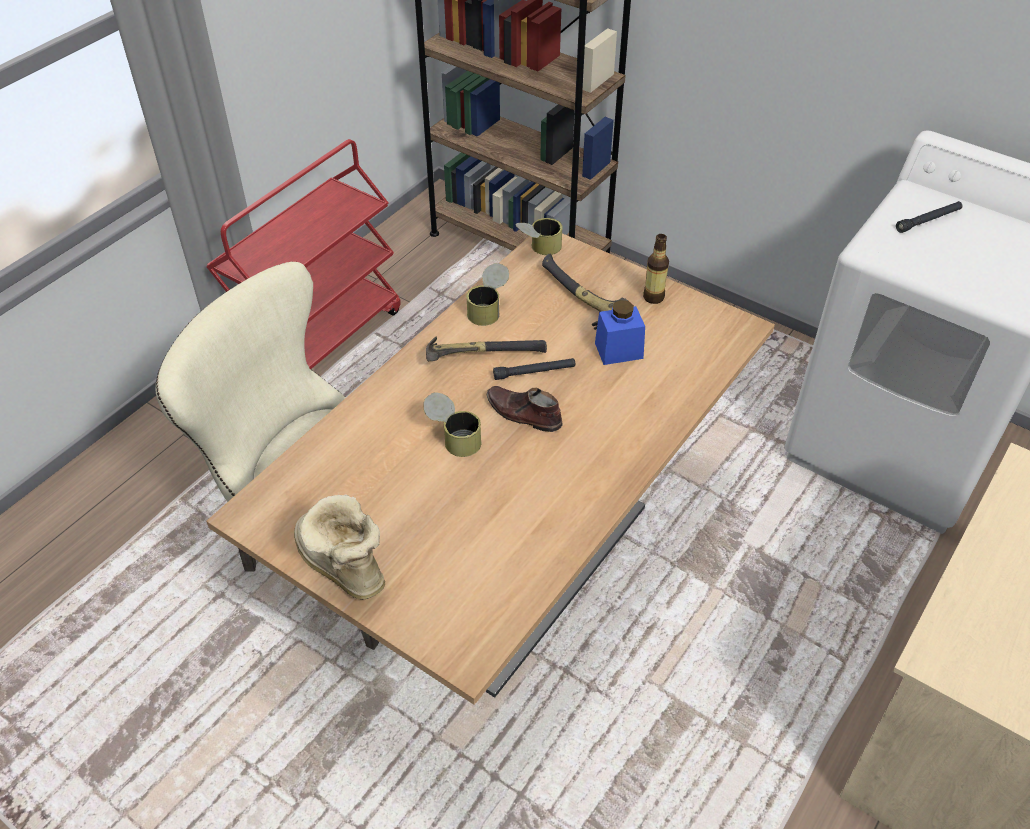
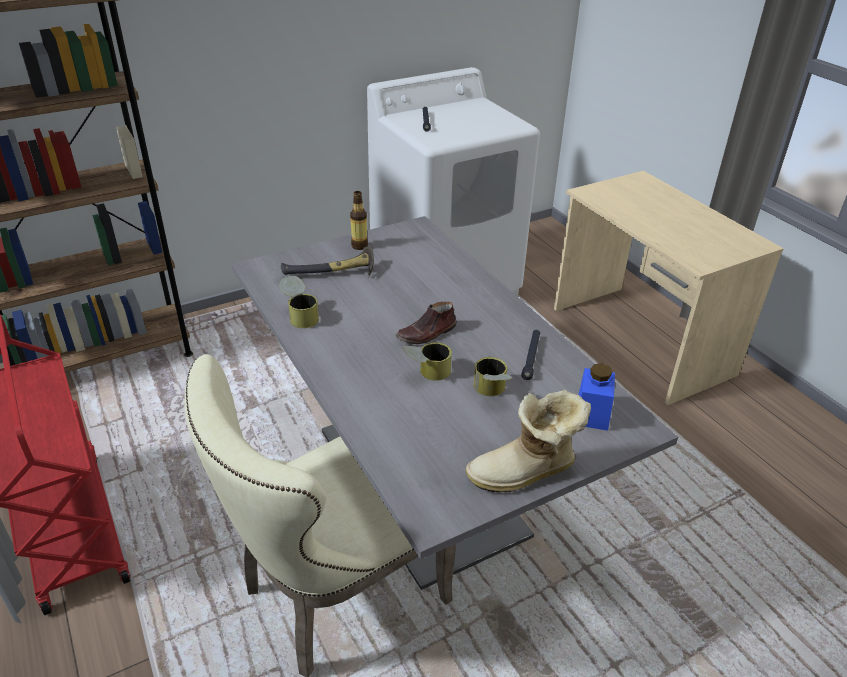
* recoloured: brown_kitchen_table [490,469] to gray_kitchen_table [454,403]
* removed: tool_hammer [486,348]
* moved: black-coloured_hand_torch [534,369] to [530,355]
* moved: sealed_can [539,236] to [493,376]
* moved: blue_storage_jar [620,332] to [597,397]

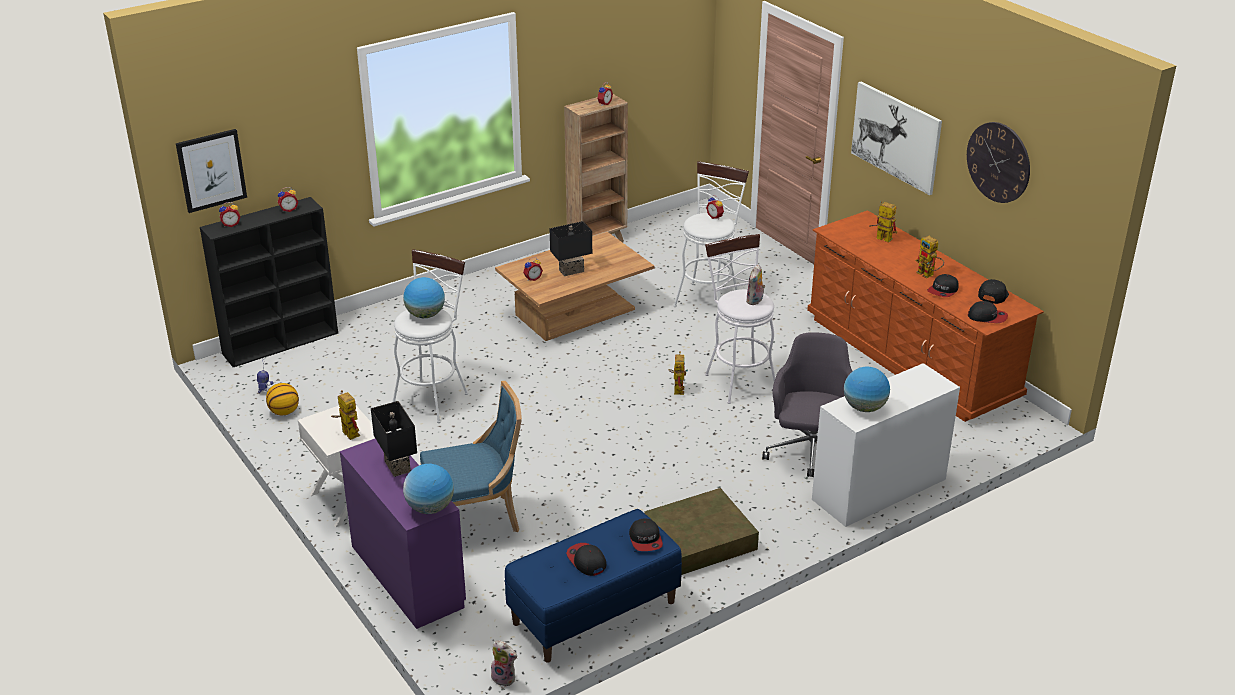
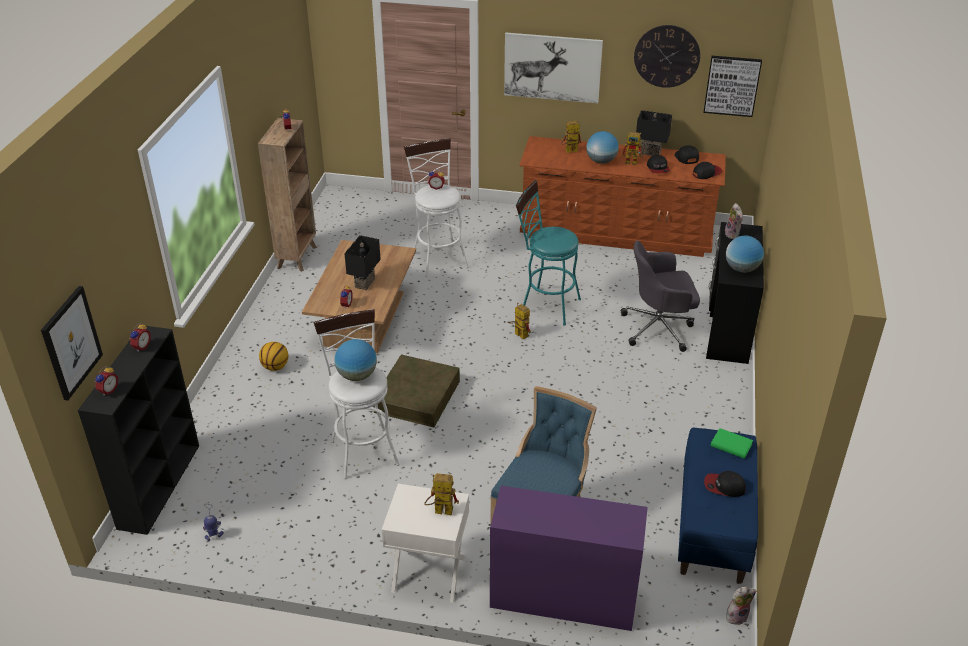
* moved: basketball [282,399] to [273,356]
* moved: black-coloured_tabletop_lamp [394,439] to [654,133]
* moved: desk_globe [428,489] to [602,147]
* replaced: cap [646,535] to green_book [732,443]
* moved: brown_storage_container [701,531] to [416,391]
* recoloured: white-coloured_stool [740,319] to turquoise_stool [548,252]
* moved: soft_toy [755,284] to [734,221]
* turned: gray_desk_chair [807,404] = [660,296] 60 degrees counterclockwise
* recoloured: white-coloured_desk_table [886,445] to black-coloured_desk_table [735,293]
* added: picture [733,86]

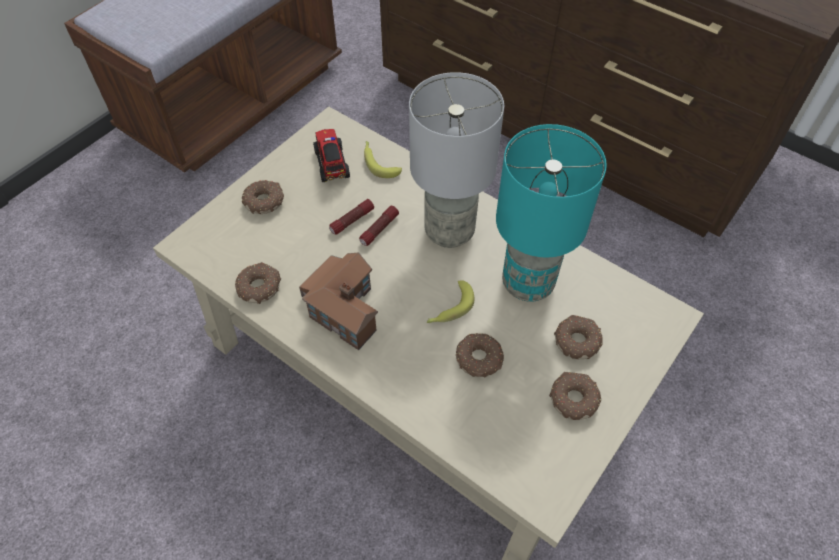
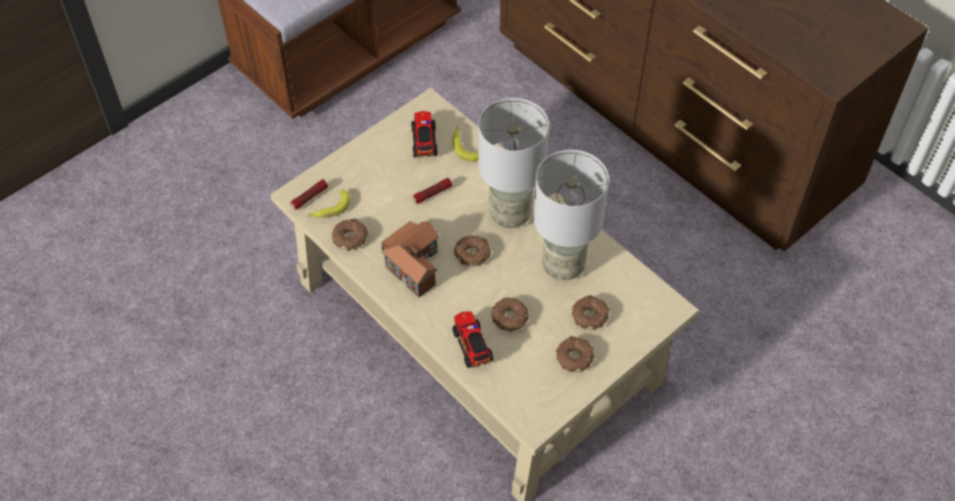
* moved: doughnut [263,197] to [472,250]
* moved: hand_torch [379,226] to [309,194]
* moved: banana [450,301] to [328,203]
* recoloured: turquoise_tabletop_lamp [551,212] to gray_tabletop_lamp [571,215]
* added: toy_truck [472,339]

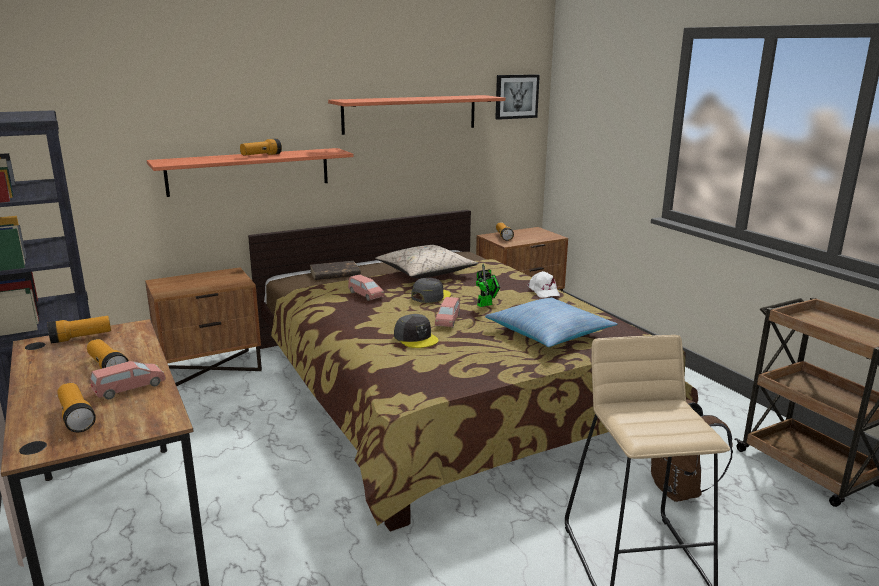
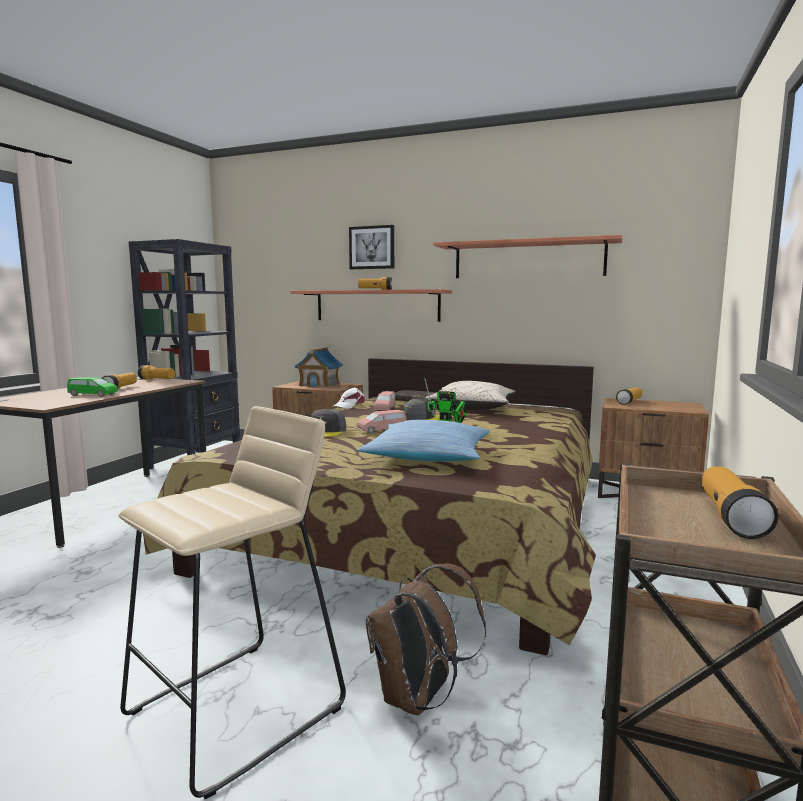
* moved: hand_torch [76,407] to [740,503]
* recoloured: pinkish_toy_car [128,380] to green_toy_car [92,387]
* moved: picture [517,97] to [371,247]
* moved: white-coloured_cap [544,284] to [349,398]
* added: model_house [318,367]

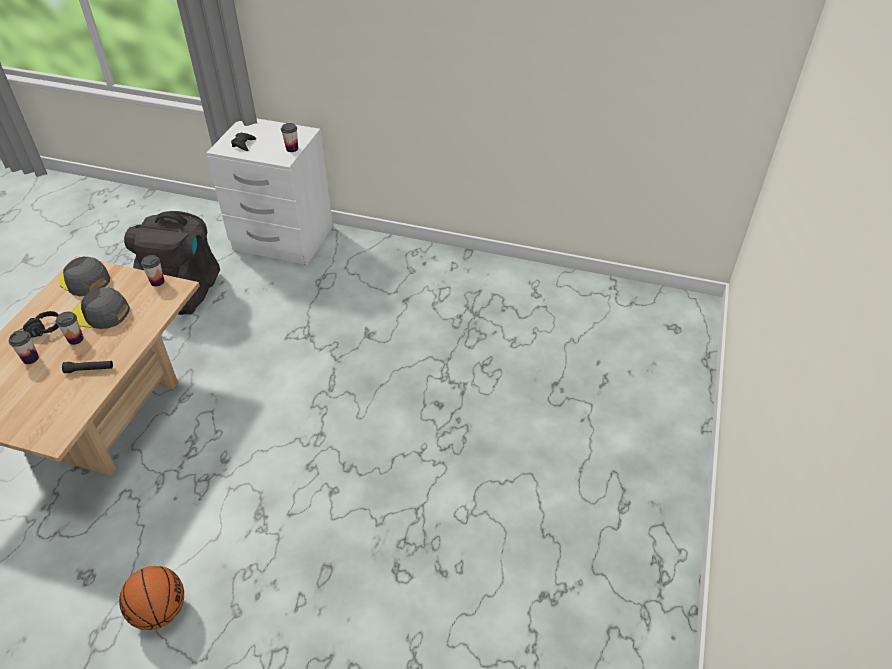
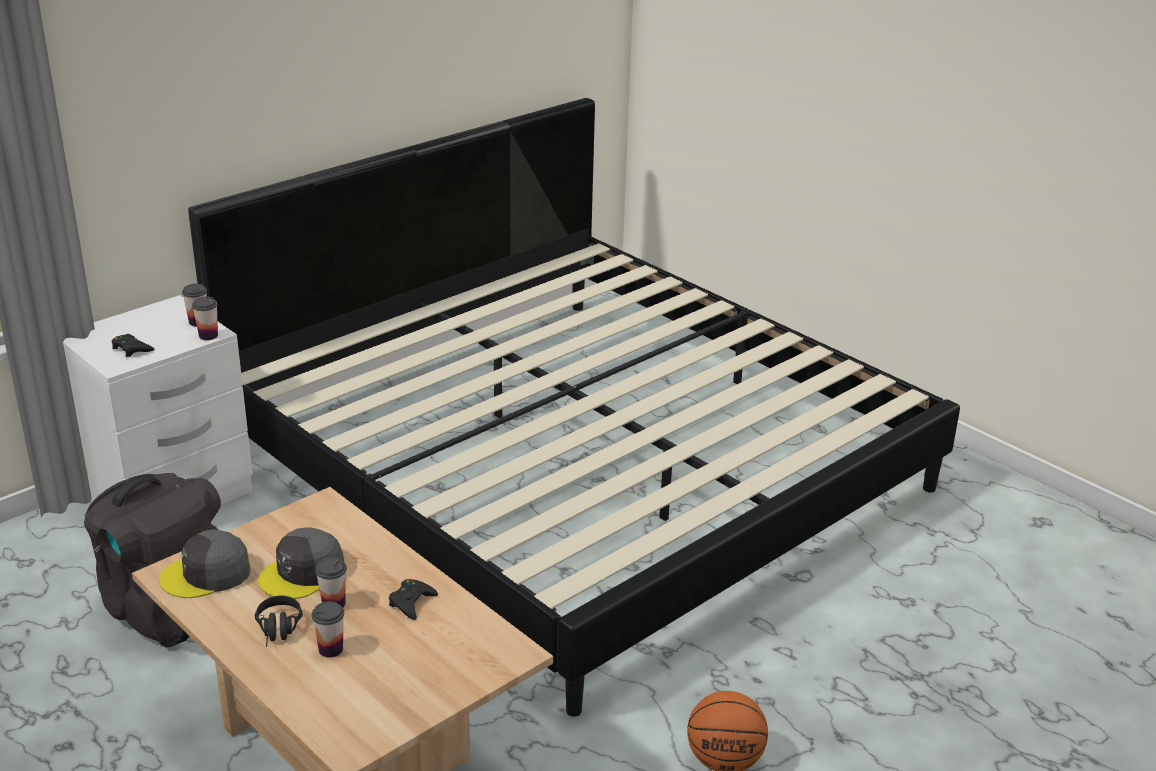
* replaced: black-coloured_hand_torch [87,367] to black-coloured_gamepad [413,599]
* moved: drinking_cup [152,271] to [205,318]
* added: bedroom_bed [574,407]

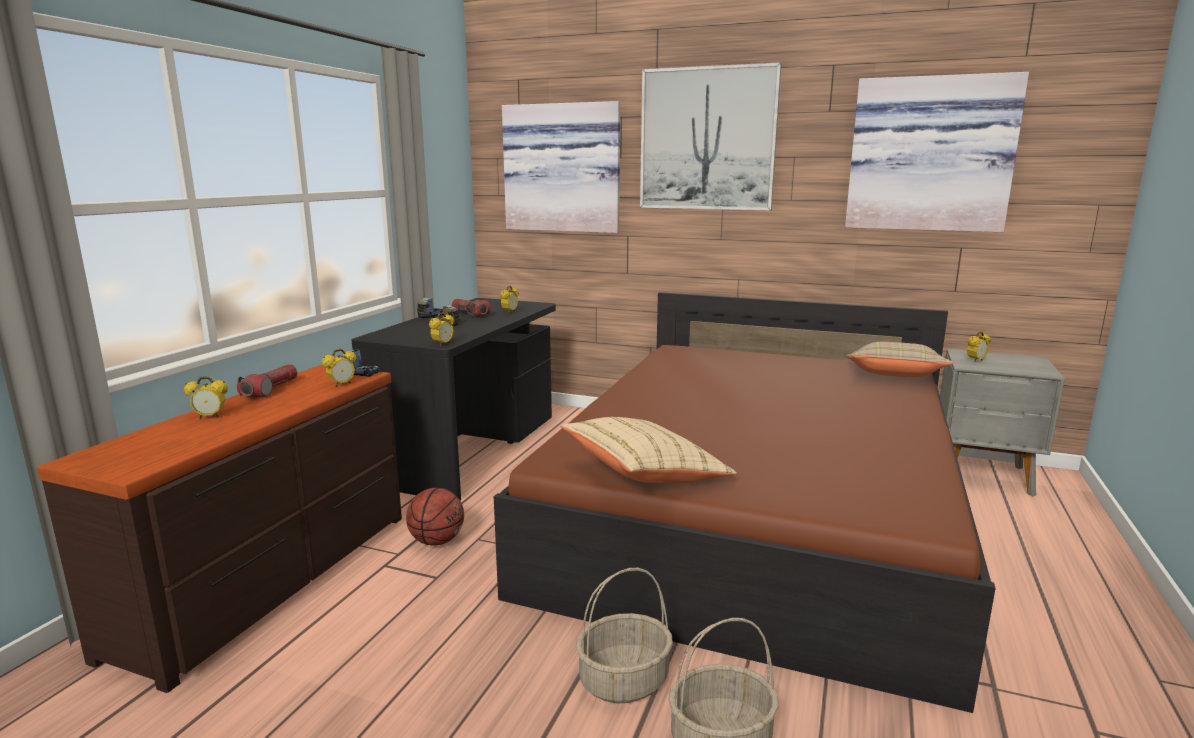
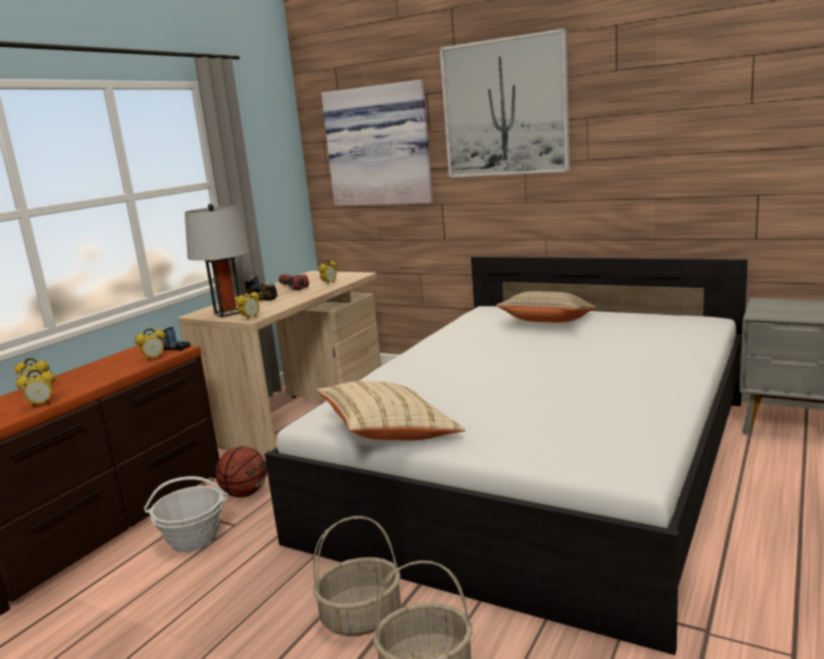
* removed: hand_torch [267,380]
* recoloured: black-coloured_desk_table [454,399] to sand-coloured_desk_table [279,364]
* recoloured: brown_bedroom_bed [744,502] to white-coloured_bedroom_bed [506,455]
* removed: picture [937,152]
* moved: sand-coloured_cushion [900,359] to [546,307]
* moved: alarm_clock [979,346] to [35,388]
* added: household_basket [186,514]
* added: gray_tabletop_lamp [217,260]

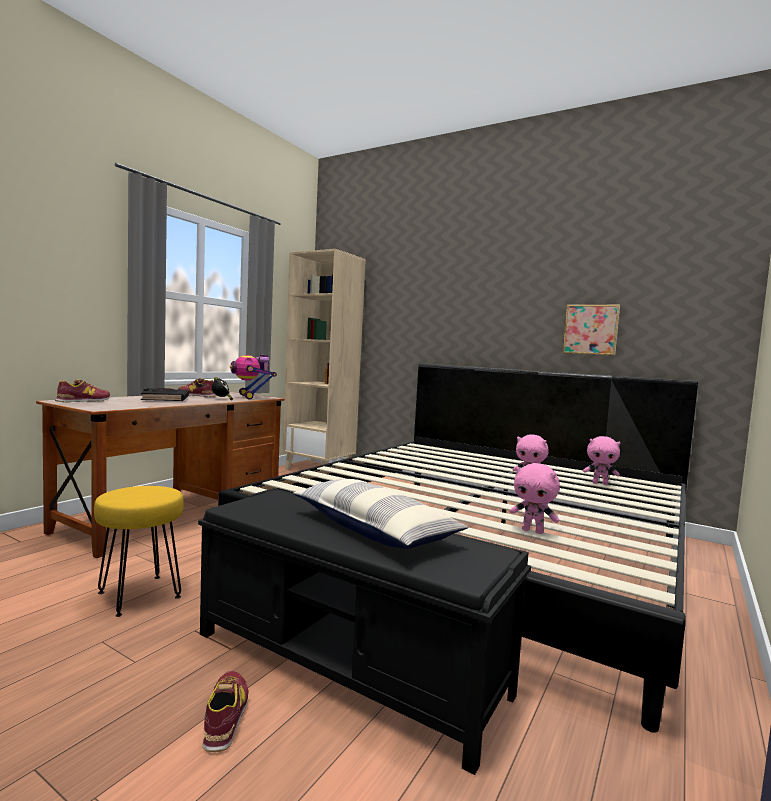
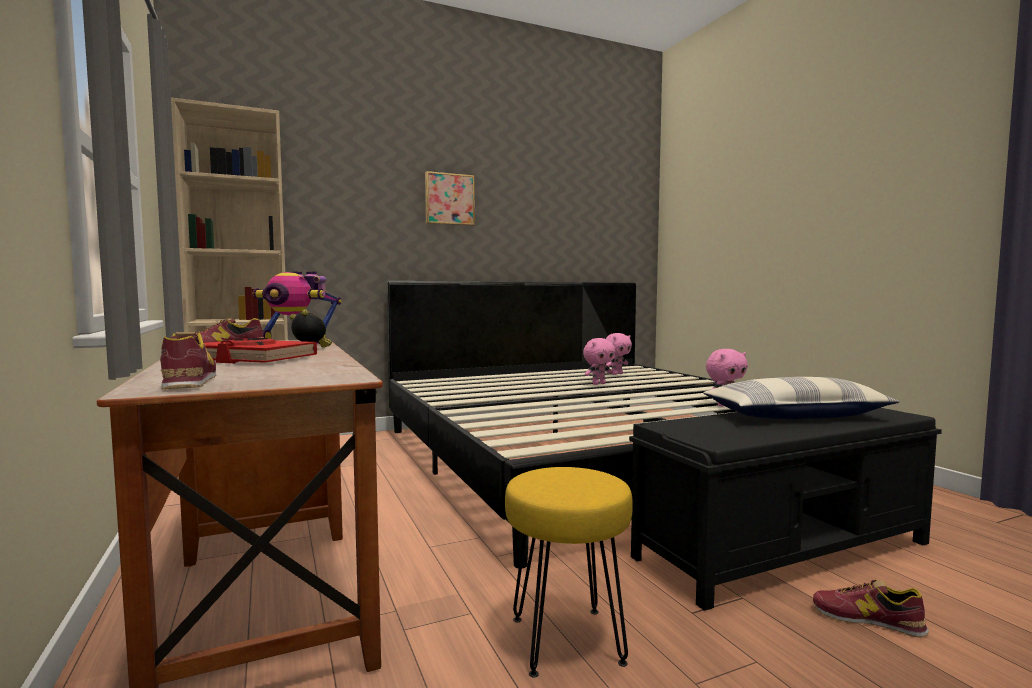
* recoloured: black-coloured_book [165,394] to reddish_book [260,351]
* moved: picture [591,330] to [450,198]

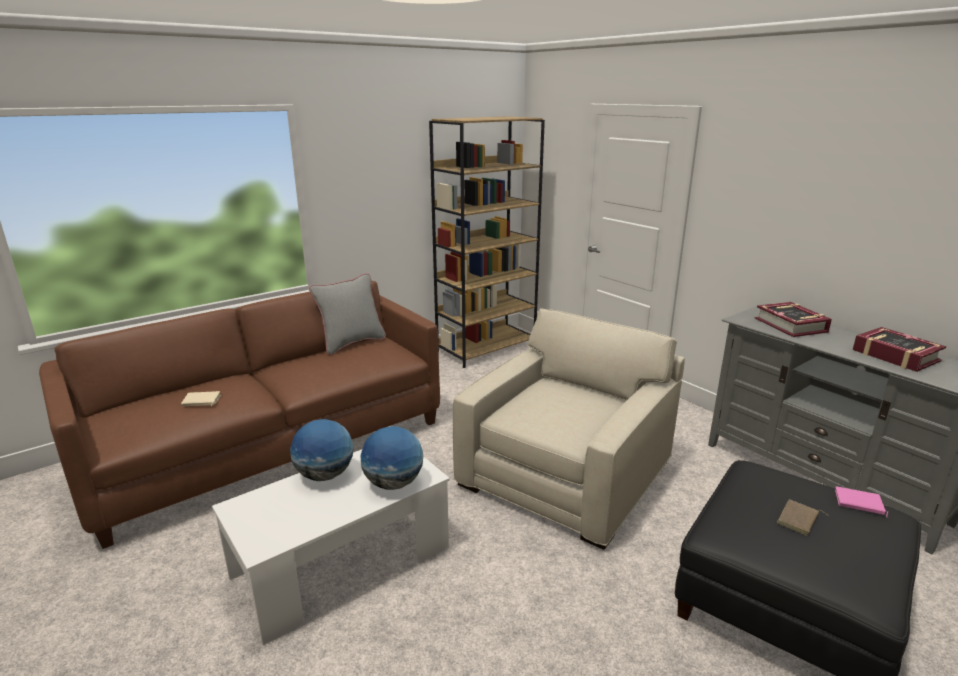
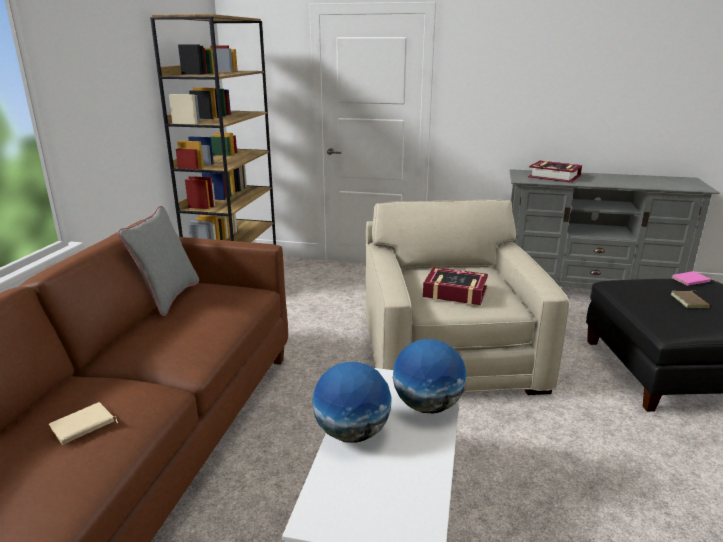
* moved: book [899,349] to [455,286]

